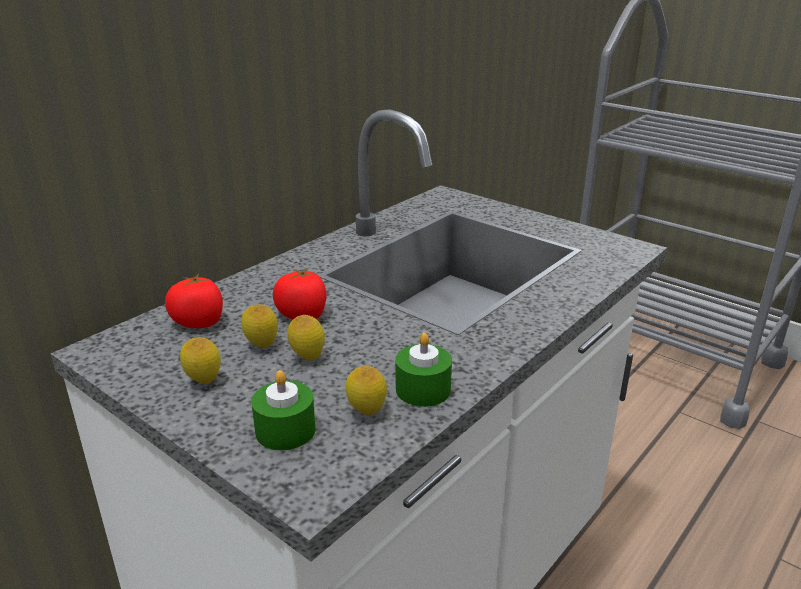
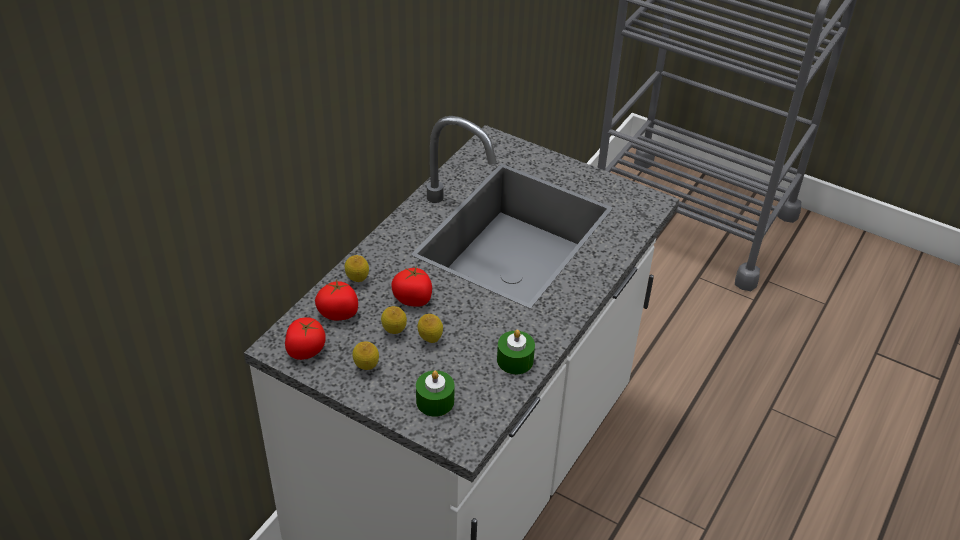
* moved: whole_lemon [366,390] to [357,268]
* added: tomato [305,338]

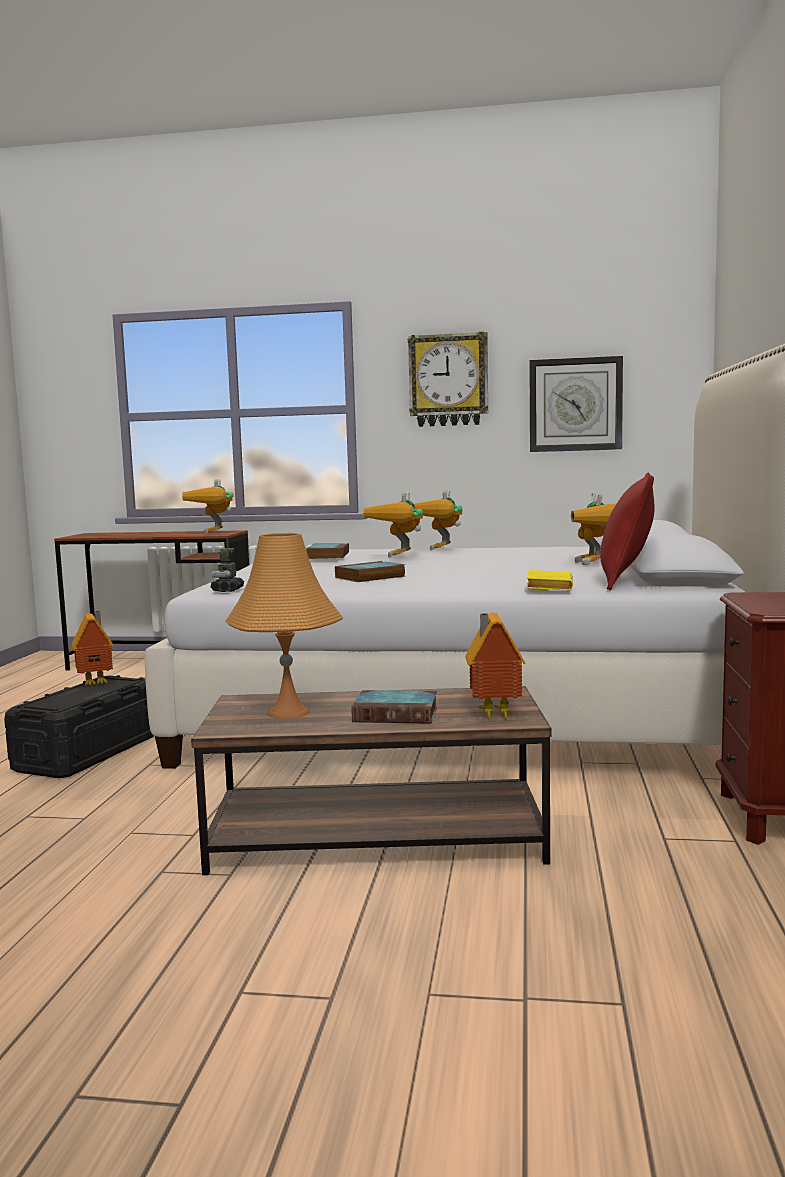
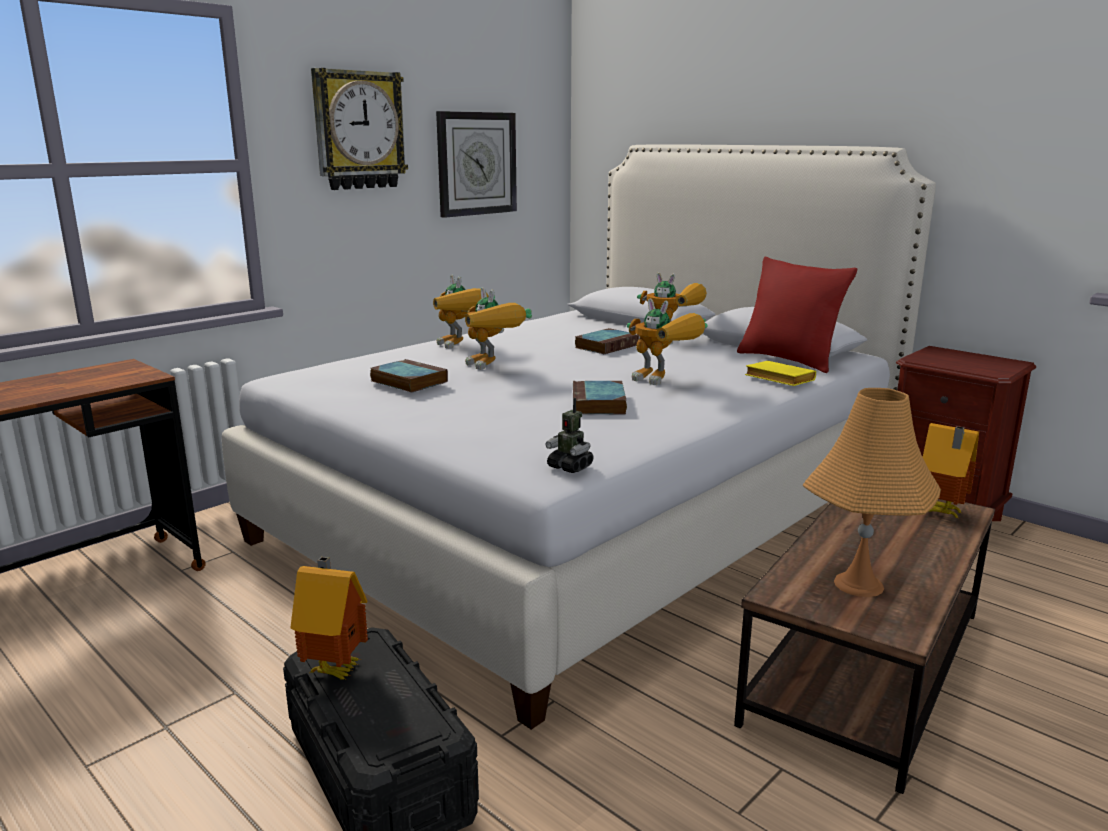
* moved: model_robot [208,506] to [667,341]
* moved: book [394,707] to [607,341]

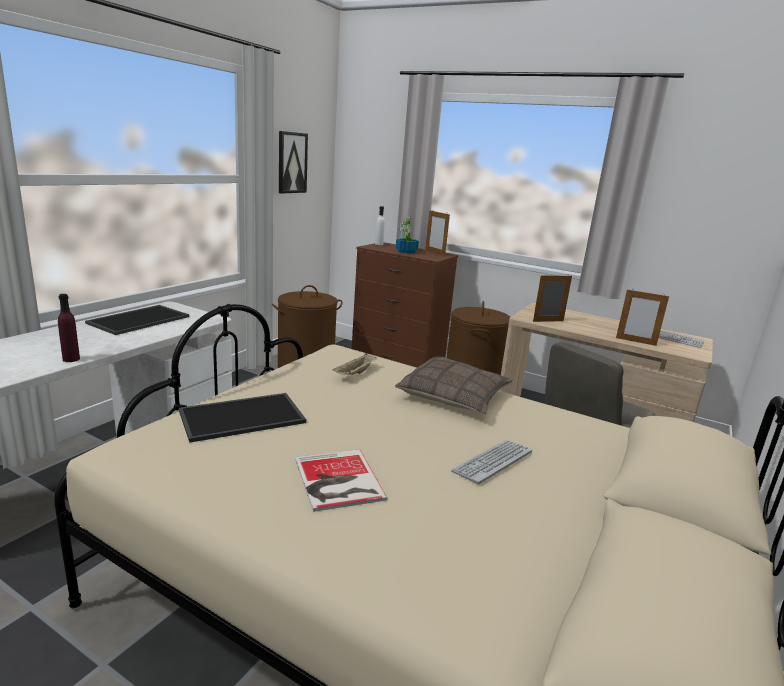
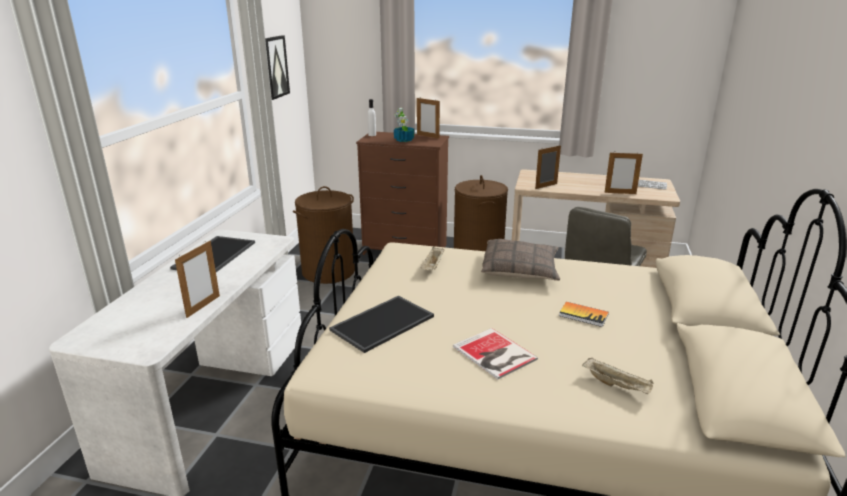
* replaced: purplish_bottle [69,328] to picture_frame [197,279]
* replaced: PC_keyboard [491,462] to book [584,314]
* added: sand-coloured_carrying_tray [618,376]

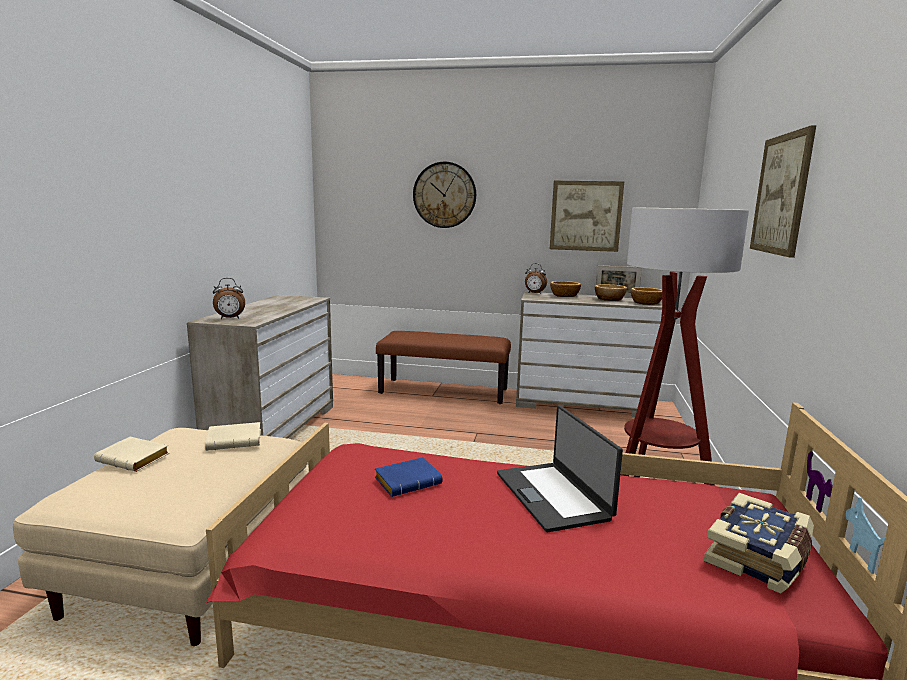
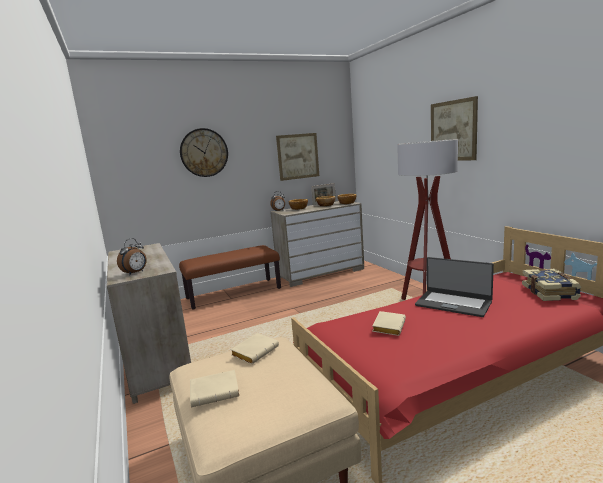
* recoloured: blue_book [409,477] to sand-coloured_book [389,323]

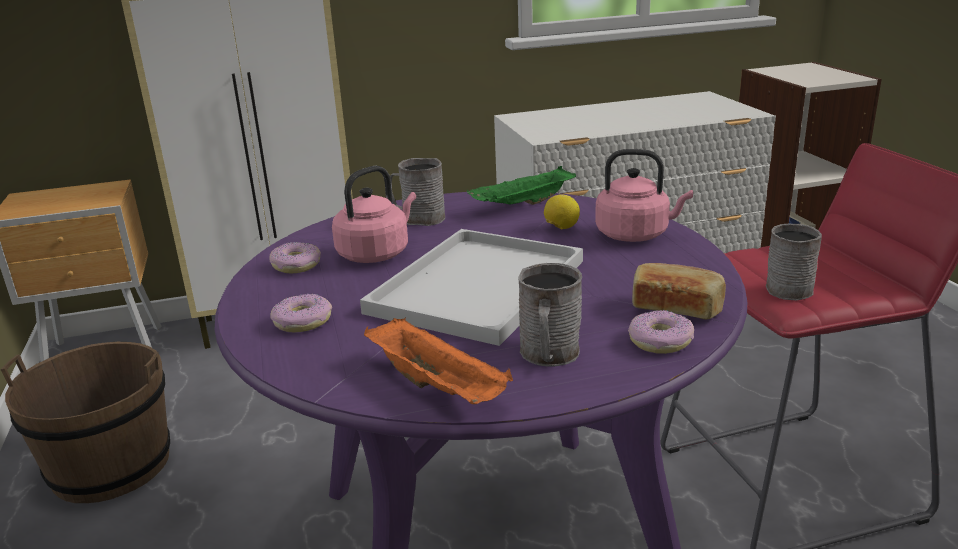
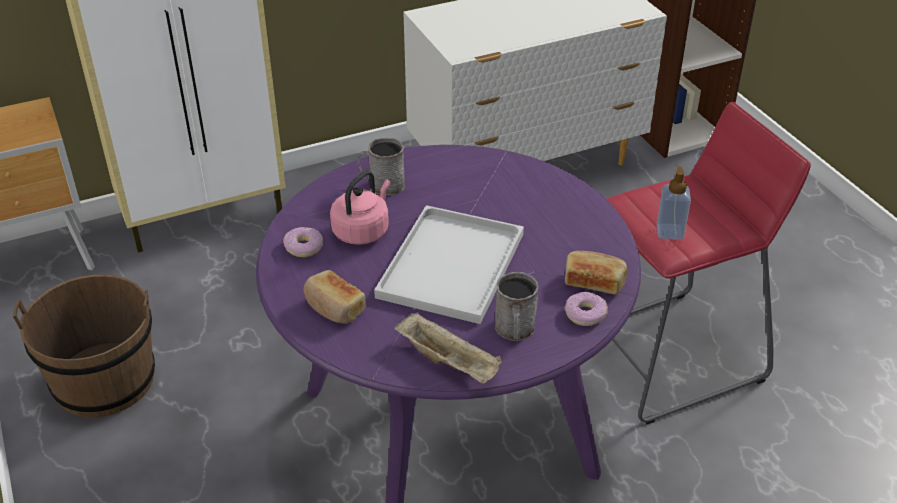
* replaced: doughnut [301,313] to bakery_bread [335,297]
* recoloured: orange-coloured_carrying_tray [438,360] to sand-coloured_carrying_tray [448,348]
* removed: green_carrying_tray [521,185]
* removed: whole_lemon [562,211]
* removed: pinkish_tea_kettle [644,195]
* replaced: gray_mug [794,262] to liquid_soap_bottle [674,203]

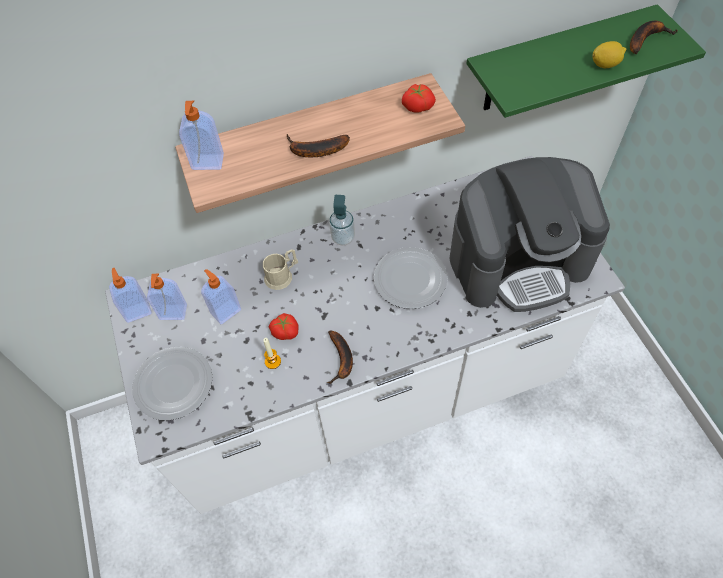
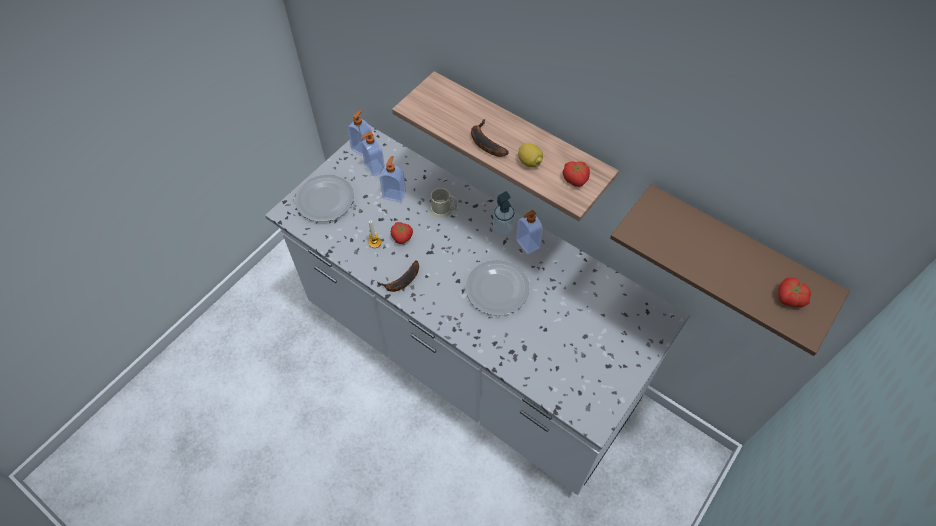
* moved: liquid_soap_bottle [201,135] to [529,232]
* removed: coffee_maker [529,234]
* recoloured: green_shelf [586,61] to brown_shelf [730,270]
* moved: whole_lemon [609,54] to [530,155]
* replaced: banana [653,37] to tomato [794,292]

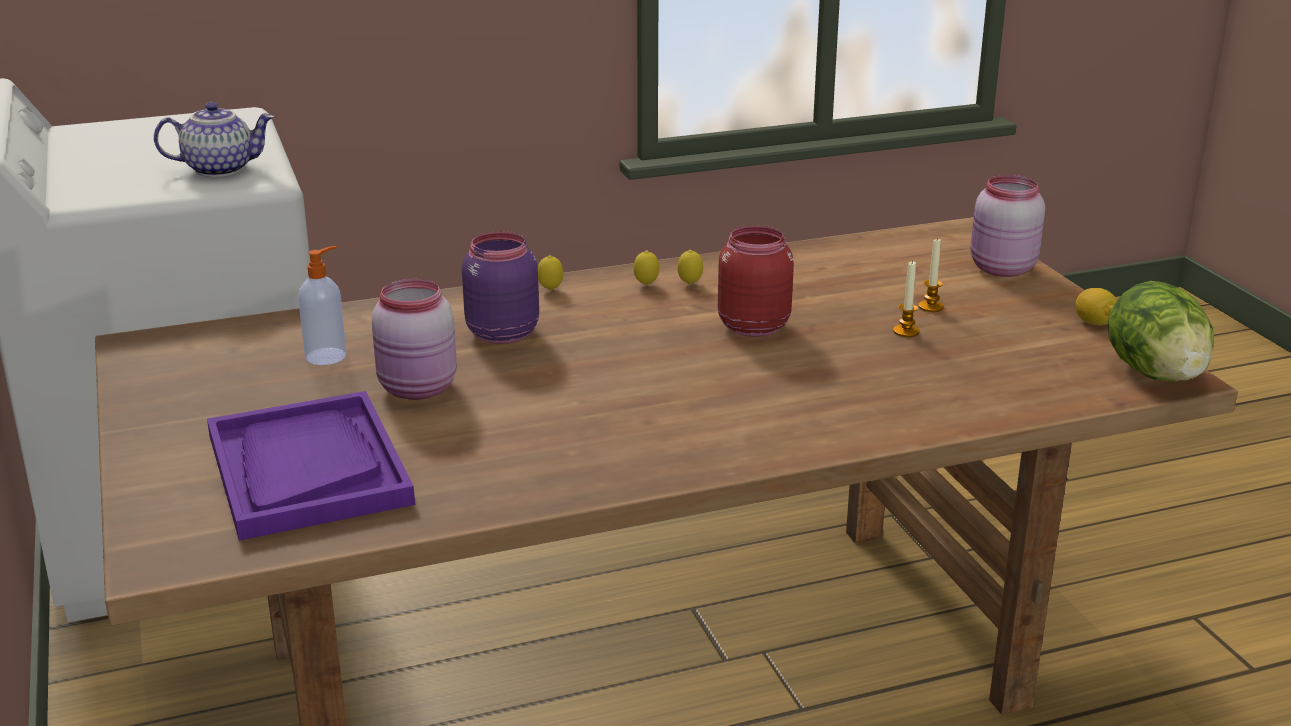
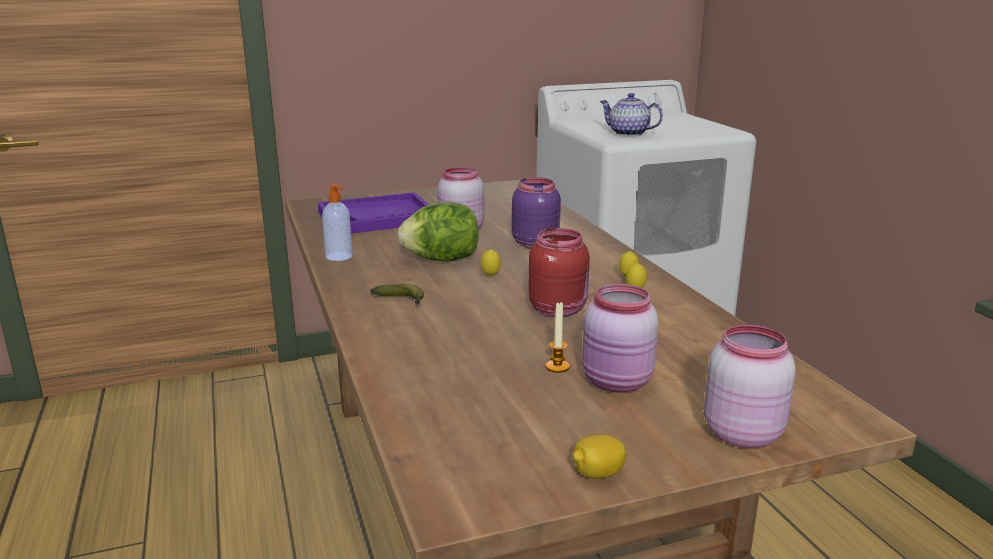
* turned: teapot [214,139] = [631,114] 135 degrees clockwise
* moved: liquid_soap_bottle [322,305] to [337,222]
* moved: whole_lemon [550,272] to [491,262]
* replaced: wax_candle [931,274] to pinkish_storage_jar [620,338]
* moved: head_of_lettuce [1161,331] to [438,232]
* added: banana [397,294]

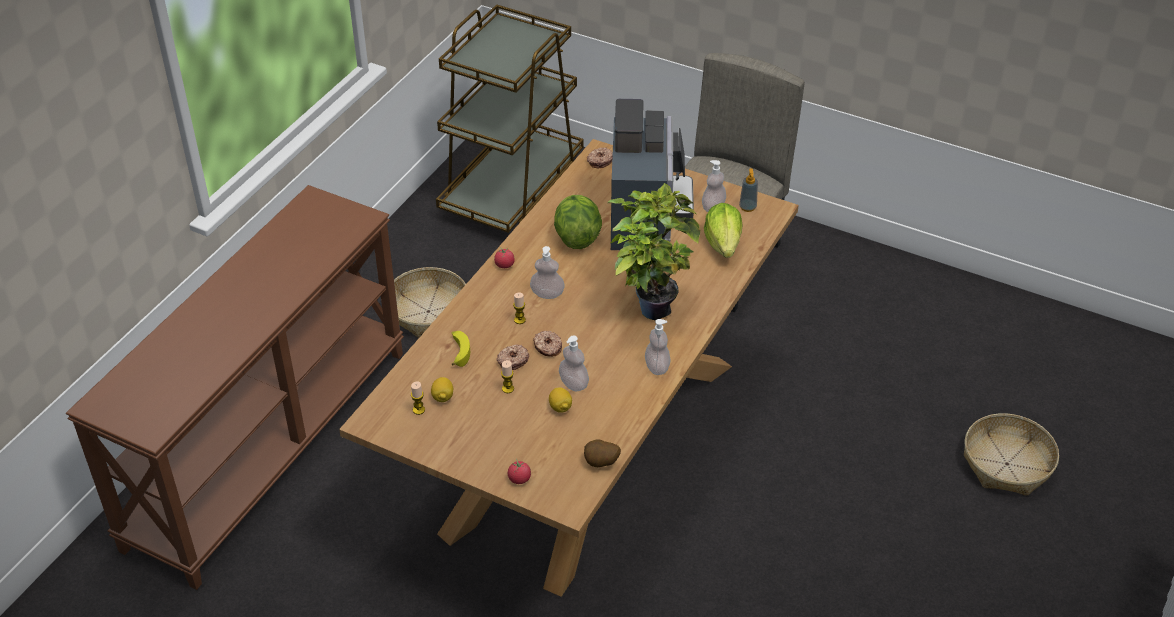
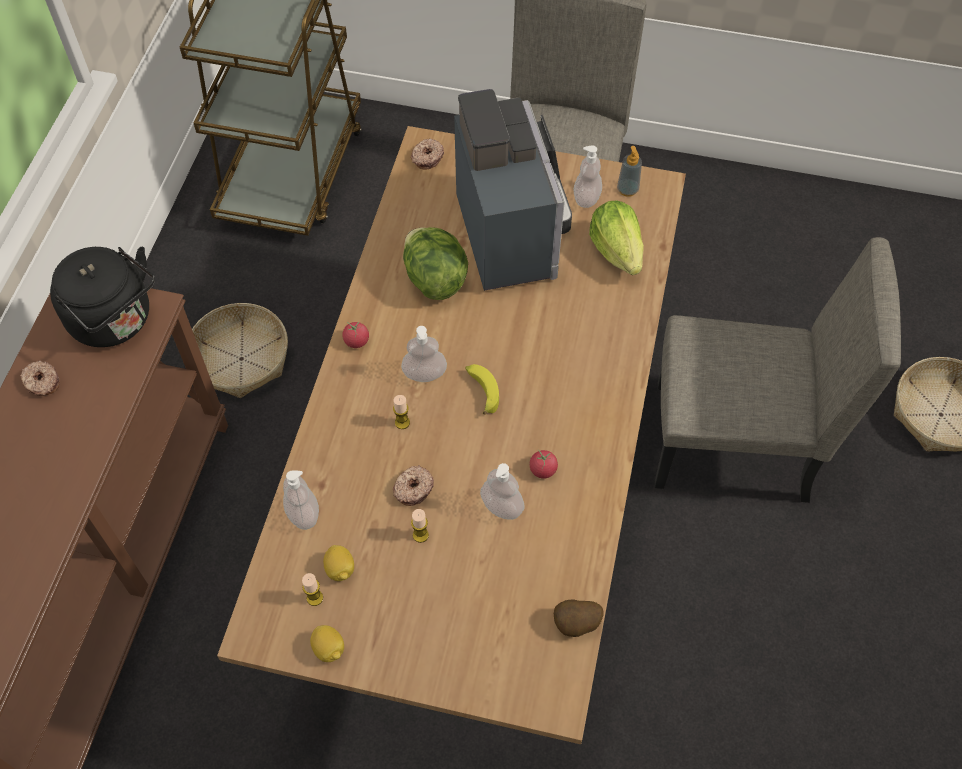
* moved: banana [461,349] to [482,389]
* moved: tomato [519,471] to [543,464]
* moved: doughnut [547,344] to [40,378]
* moved: whole_lemon [560,400] to [327,643]
* removed: plant_in_a_pot [653,251]
* moved: liquid_soap_bottle [658,347] to [301,500]
* added: black-coloured_tea_kettle [102,297]
* added: sand-coloured_upright_chair [778,370]

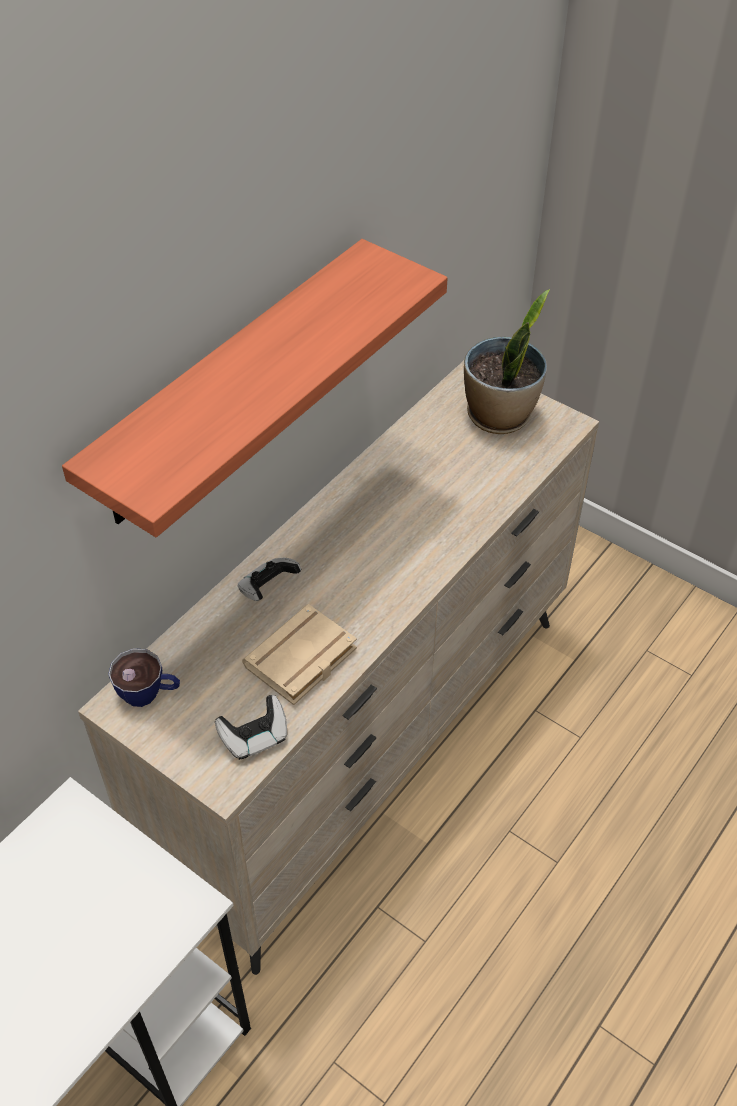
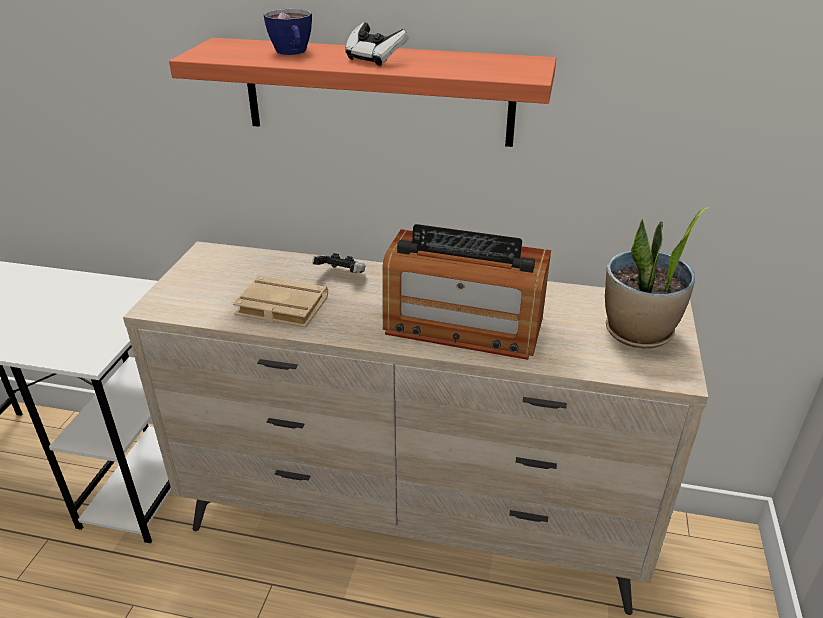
* moved: drinking_cup [144,677] to [287,31]
* moved: gamepad [251,727] to [376,44]
* added: radio_set [466,292]

